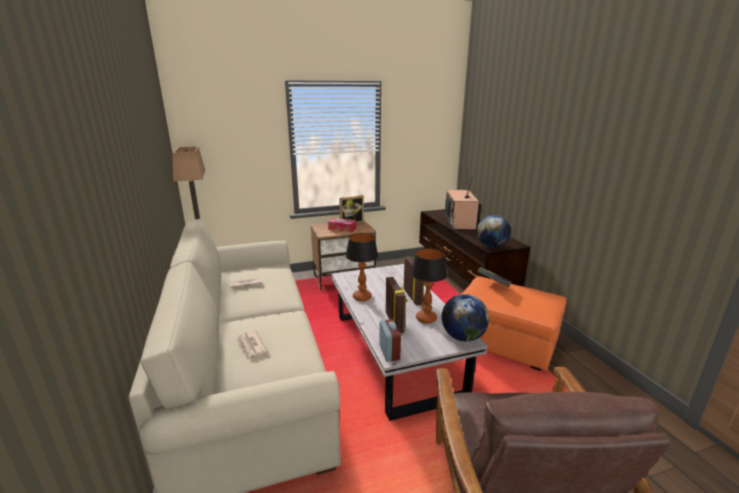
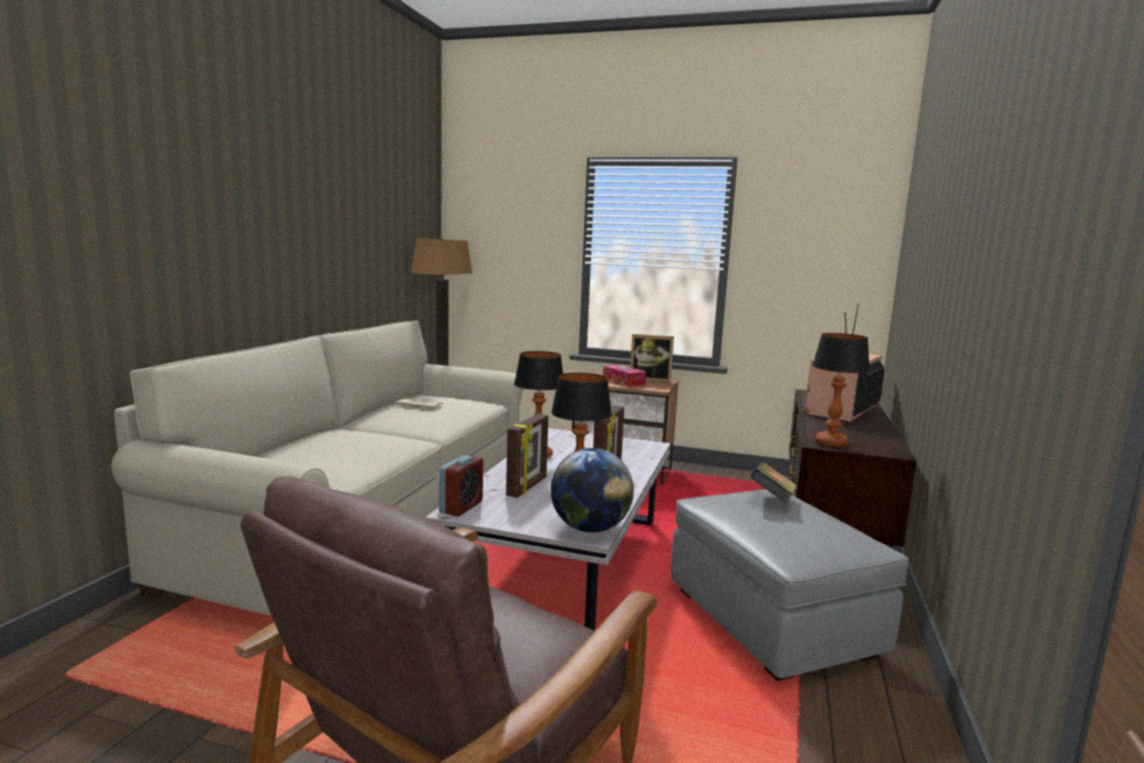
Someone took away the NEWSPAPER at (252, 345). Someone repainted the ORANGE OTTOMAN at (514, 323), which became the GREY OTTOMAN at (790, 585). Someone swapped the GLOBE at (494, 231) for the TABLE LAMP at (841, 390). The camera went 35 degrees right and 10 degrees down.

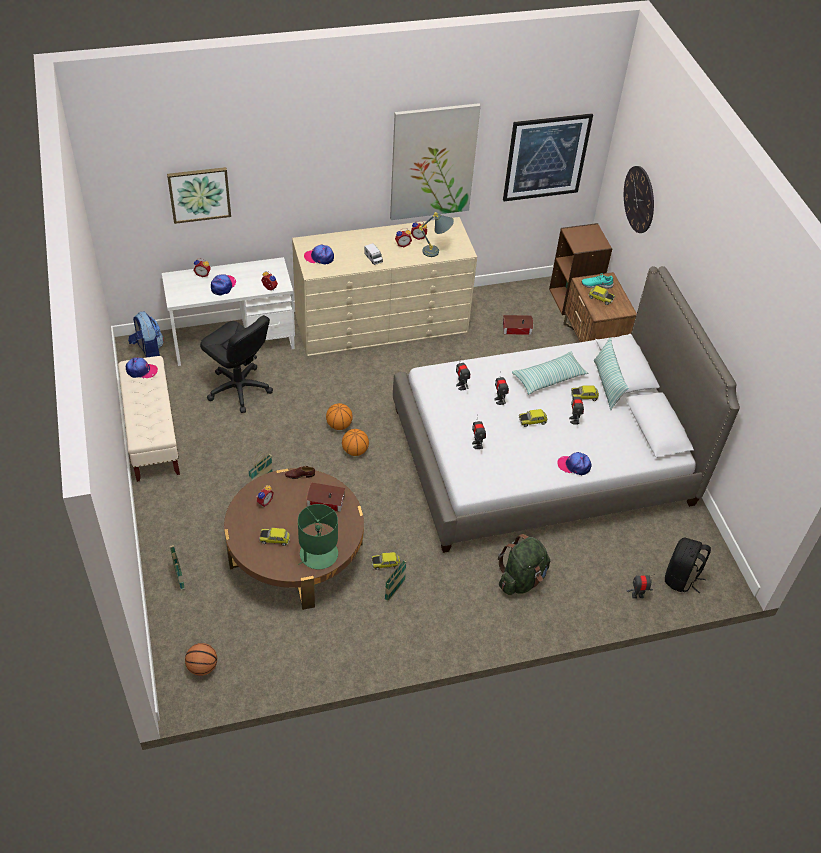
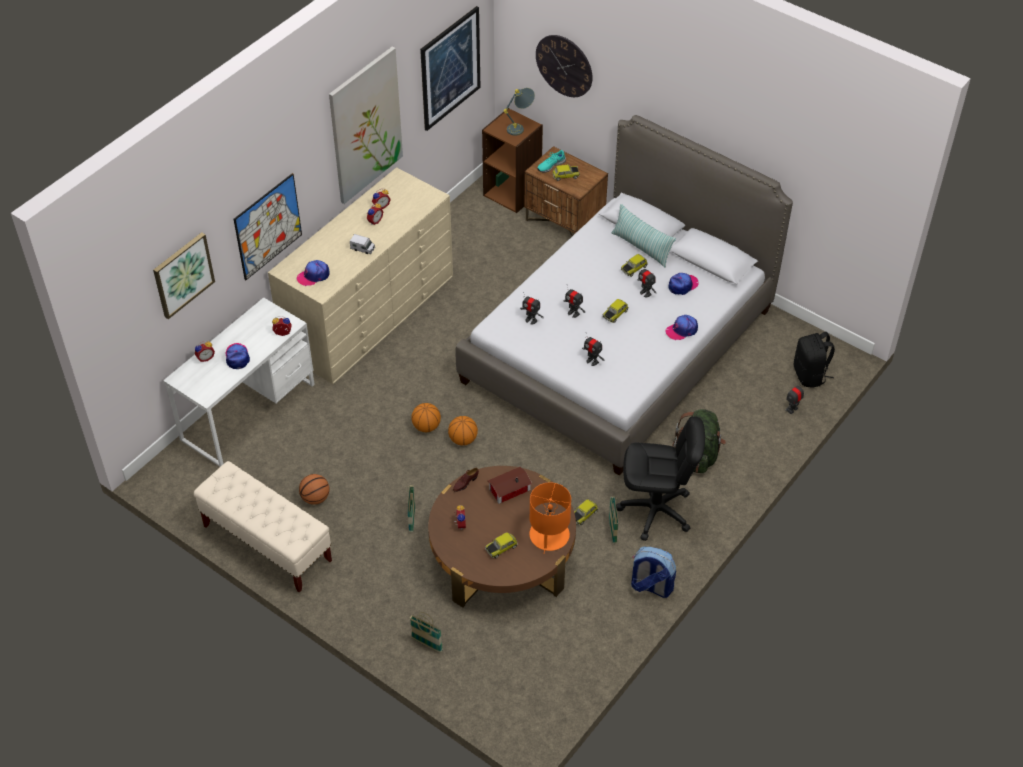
Someone carried the CAP from (142, 368) to (683, 284). Someone carried the BACKPACK from (146, 335) to (653, 572). Someone carried the BASKETBALL from (201, 659) to (314, 489). Someone carried the BLACK OFFICE CHAIR from (236, 364) to (660, 479). Someone repainted the GREEN TABLE LAMP at (318, 536), which became the ORANGE TABLE LAMP at (550, 517). Someone carried the GREY TABLE LAMP from (436, 234) to (519, 112). Someone took away the TOY HOUSE at (518, 325). Someone took away the PILLOW at (550, 372). Someone put up the PICTURE at (268, 226). The camera went 35 degrees left and 0 degrees up.

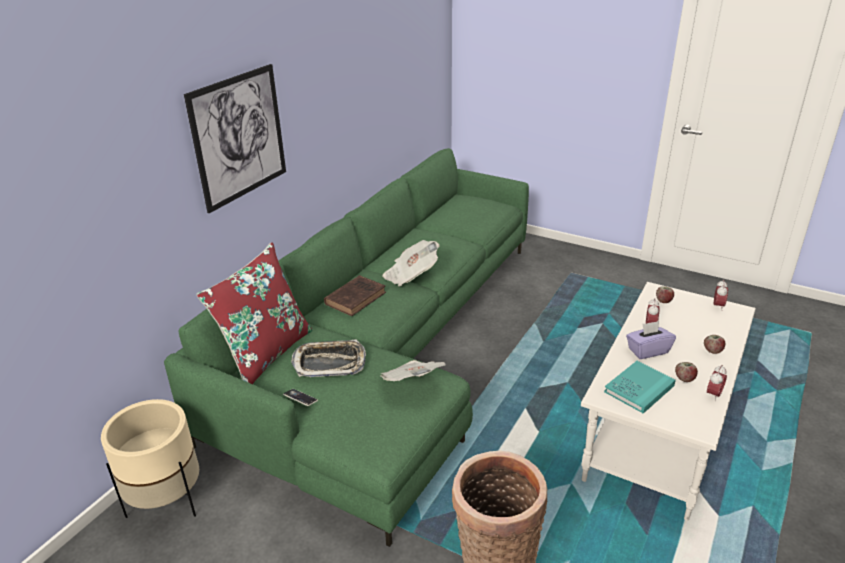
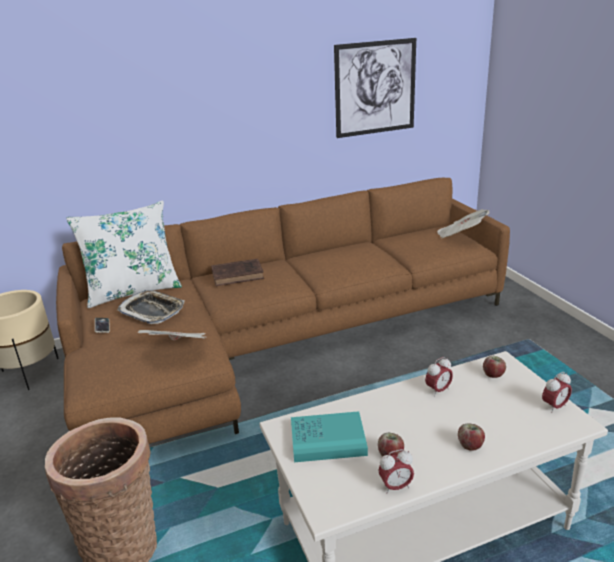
Someone repainted the GREEN SOFA at (346, 347), which became the BROWN SOFA at (283, 311). Someone carried the PICTURE from (235, 138) to (375, 88). Someone repainted the RED PILLOW at (254, 313), which became the WHITE PILLOW at (124, 254). Someone carried the NEWSPAPER from (411, 263) to (463, 224). Someone took away the PURPLE TISSUE BOX at (651, 340). The camera went 40 degrees right and 5 degrees down.

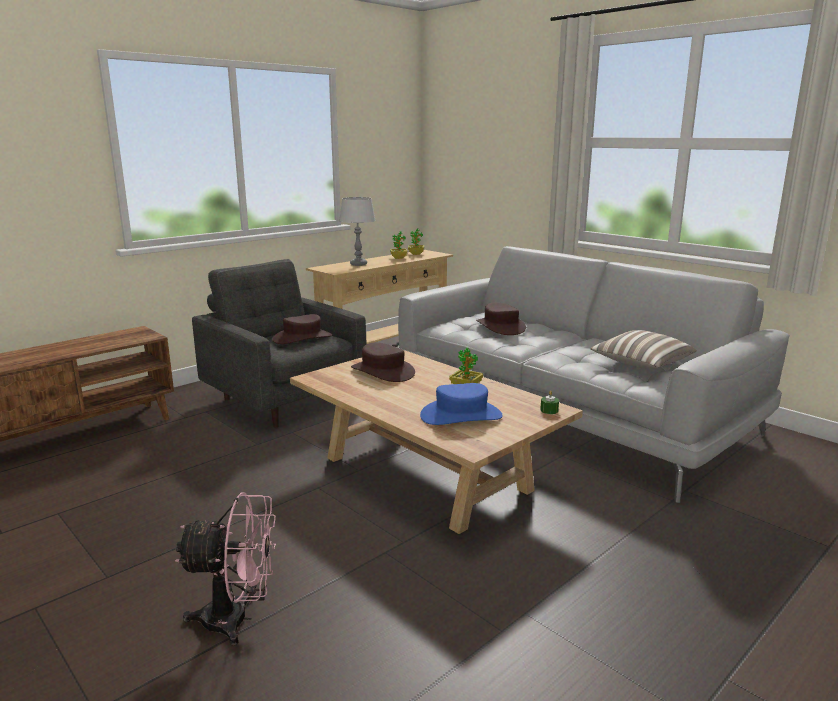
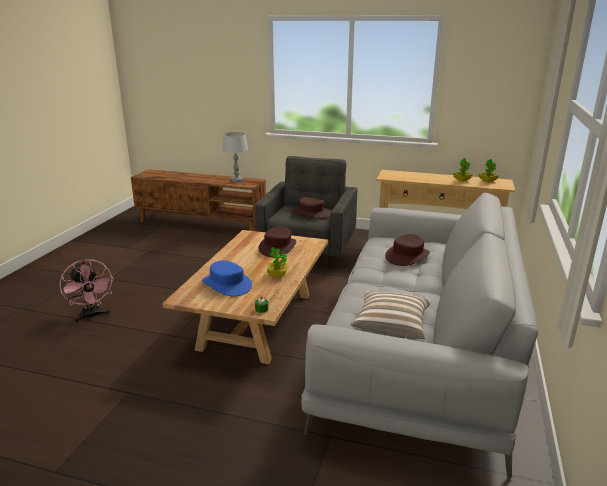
Someone carried the GREY TABLE LAMP from (357, 231) to (235, 157). The camera went 60 degrees right and 5 degrees up.

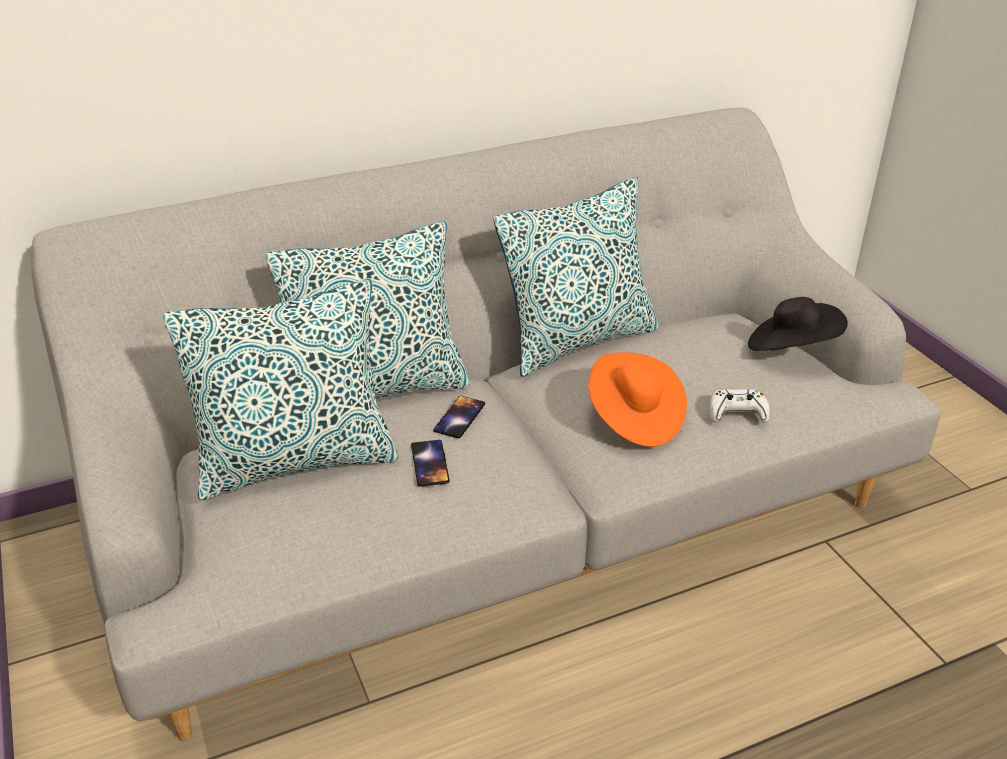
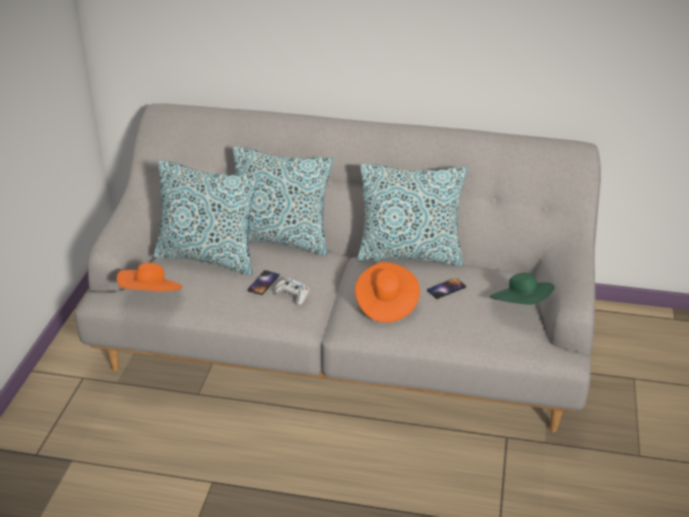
Someone carried the PHONE from (459, 417) to (446, 288). Someone carried the WHITE GAME CONTROLLER from (740, 406) to (291, 291). Someone repainted the BLACK HAT at (798, 324), which became the GREEN HAT at (522, 289). Someone put down the ORANGE HAT at (149, 277). The camera went 35 degrees right and 0 degrees up.

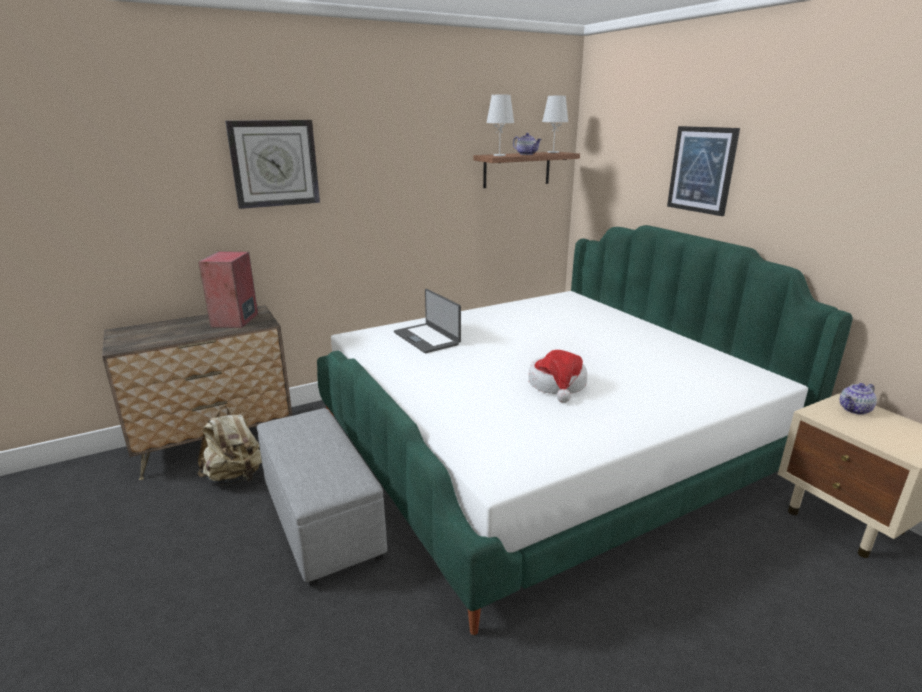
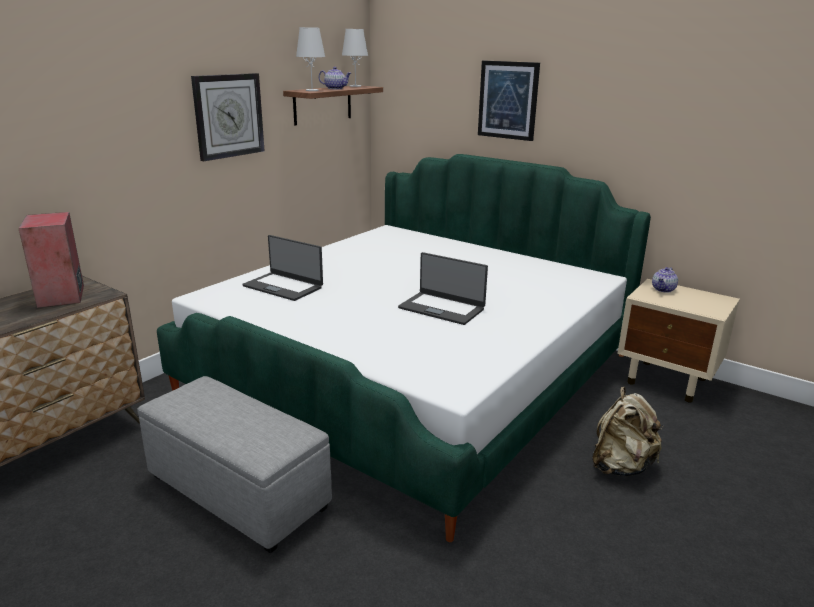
Someone carried the BEIGE BACKPACK from (229, 445) to (628, 431). Someone carried the WALL CLOCK from (272, 164) to (228, 117). Someone swapped the HAT at (558, 376) for the LAPTOP at (443, 288). The camera went 25 degrees left and 0 degrees up.

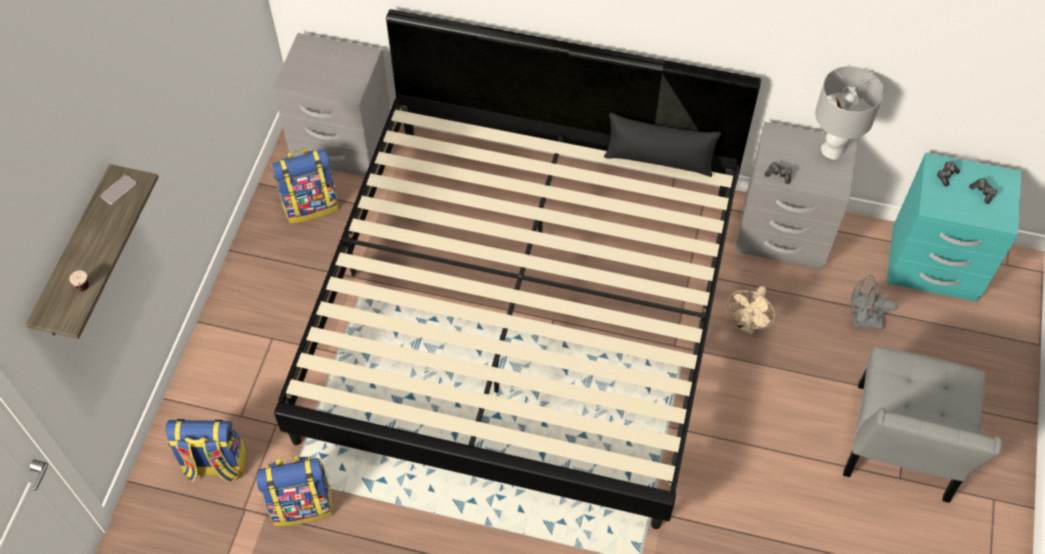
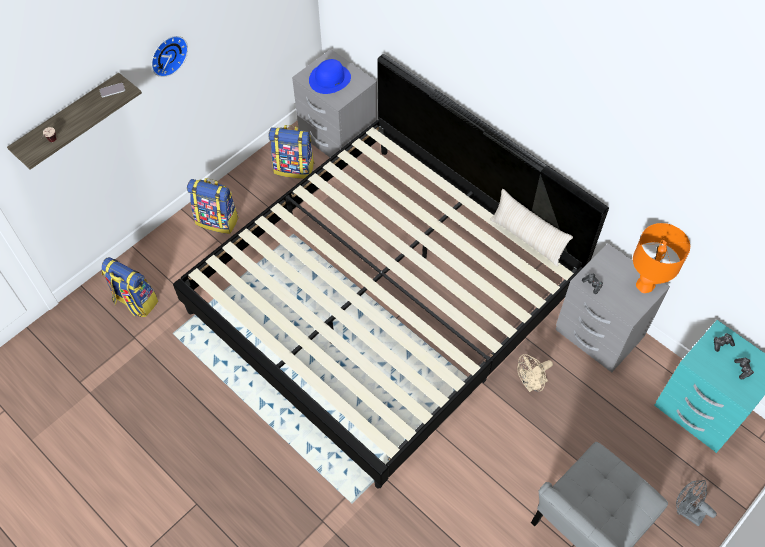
Someone carried the BACKPACK from (294, 491) to (213, 206). Someone repainted the BLACK PILLOW at (663, 145), which became the BEIGE PILLOW at (531, 228). Someone repainted the GREY TABLE LAMP at (849, 113), which became the ORANGE TABLE LAMP at (661, 258). Someone carried the GREY FAN from (874, 302) to (696, 503). Someone put up the WALL CLOCK at (169, 56). Someone put down the BLUE HAT at (330, 76). The camera went 30 degrees right and 0 degrees up.

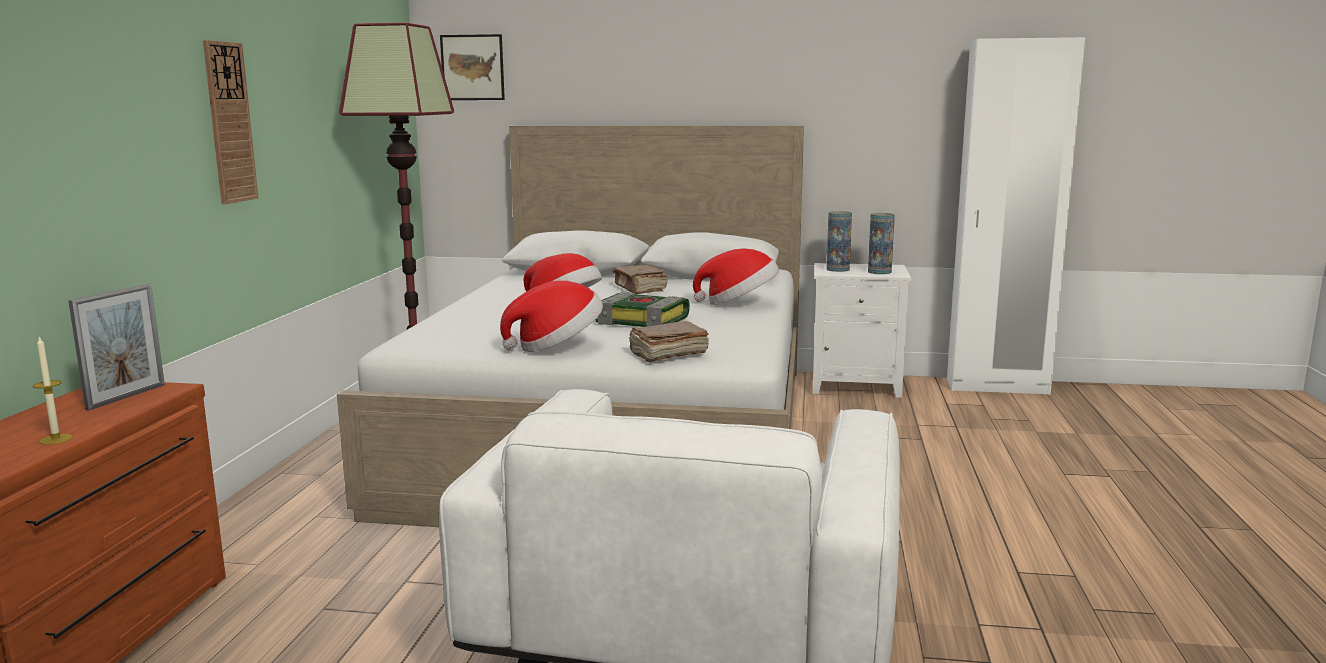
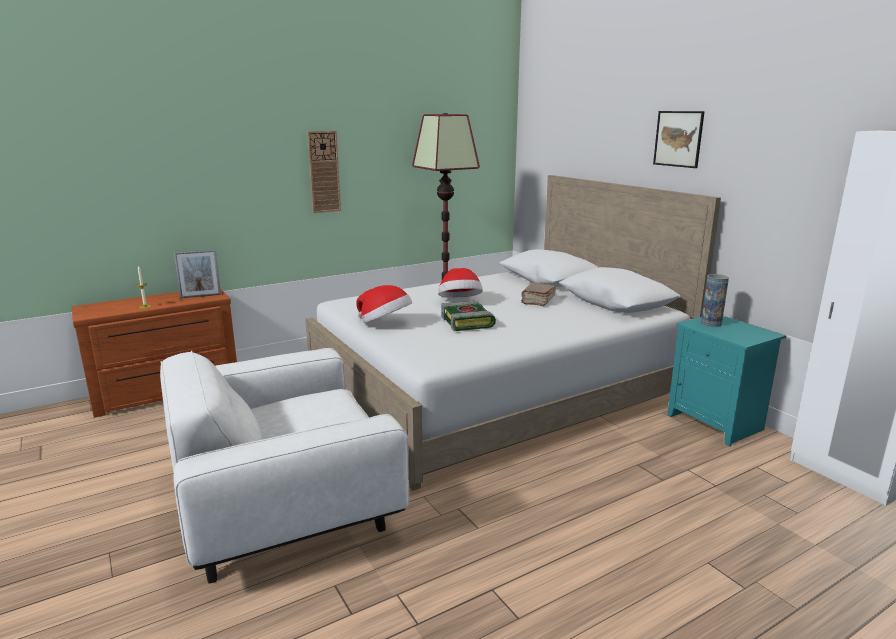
Someone carried the PICTURE from (472, 67) to (679, 139). Someone took away the BROWN BOOK at (668, 342). Someone took away the HAT at (736, 276). Someone repainted the WHITE NIGHTSTAND at (862, 330), which became the TURQUOISE NIGHTSTAND at (727, 381). Someone took away the VASE at (881, 243). The camera went 50 degrees right and 5 degrees up.

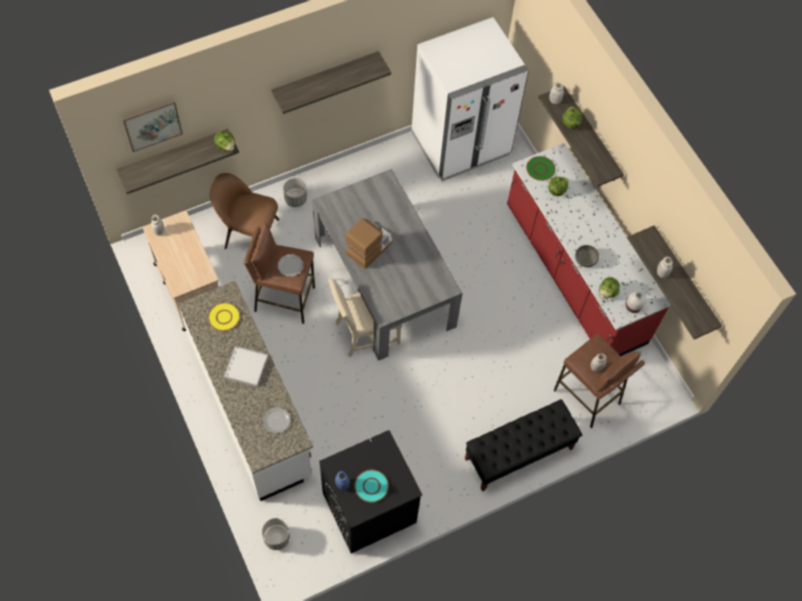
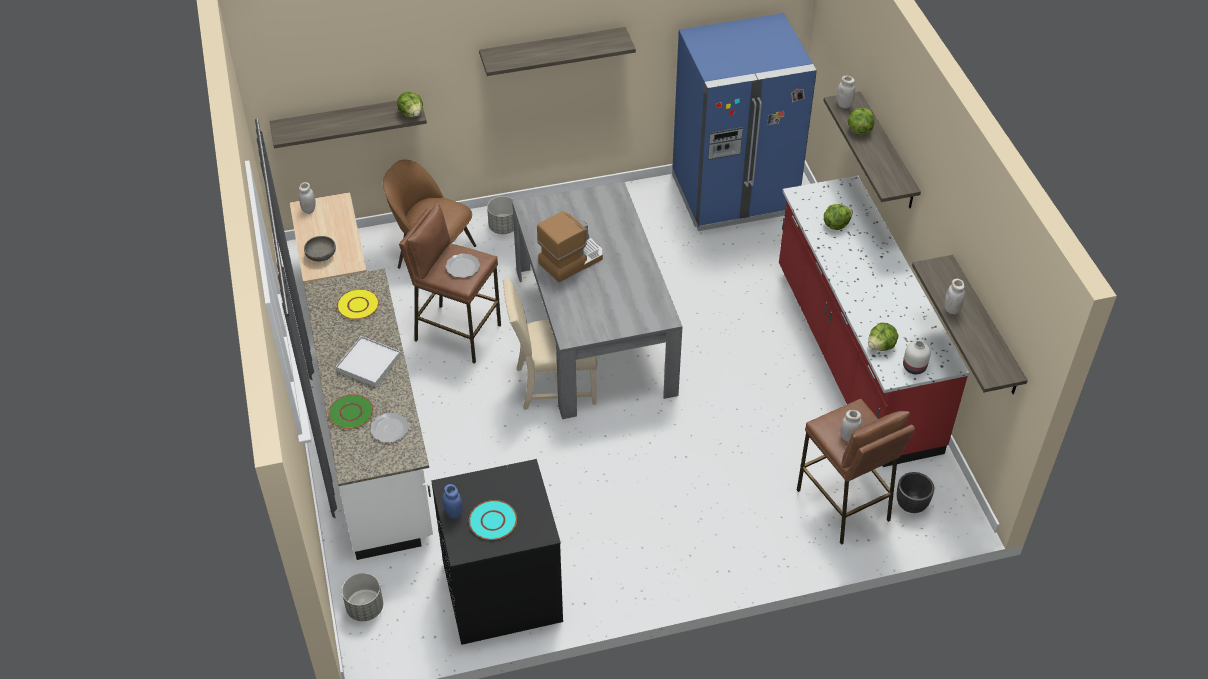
Someone took away the PICTURE at (152, 125). Someone repainted the WHITE FRIDGE at (470, 99), which became the BLUE FRIDGE at (744, 122). Someone took away the BLACK BENCH at (523, 445). Someone carried the GREEN PLATE from (540, 168) to (350, 411). Someone carried the GREY BOWL from (587, 256) to (320, 249). Someone put down the BLACK PLANTER at (915, 492). The camera went 15 degrees right and 15 degrees down.

